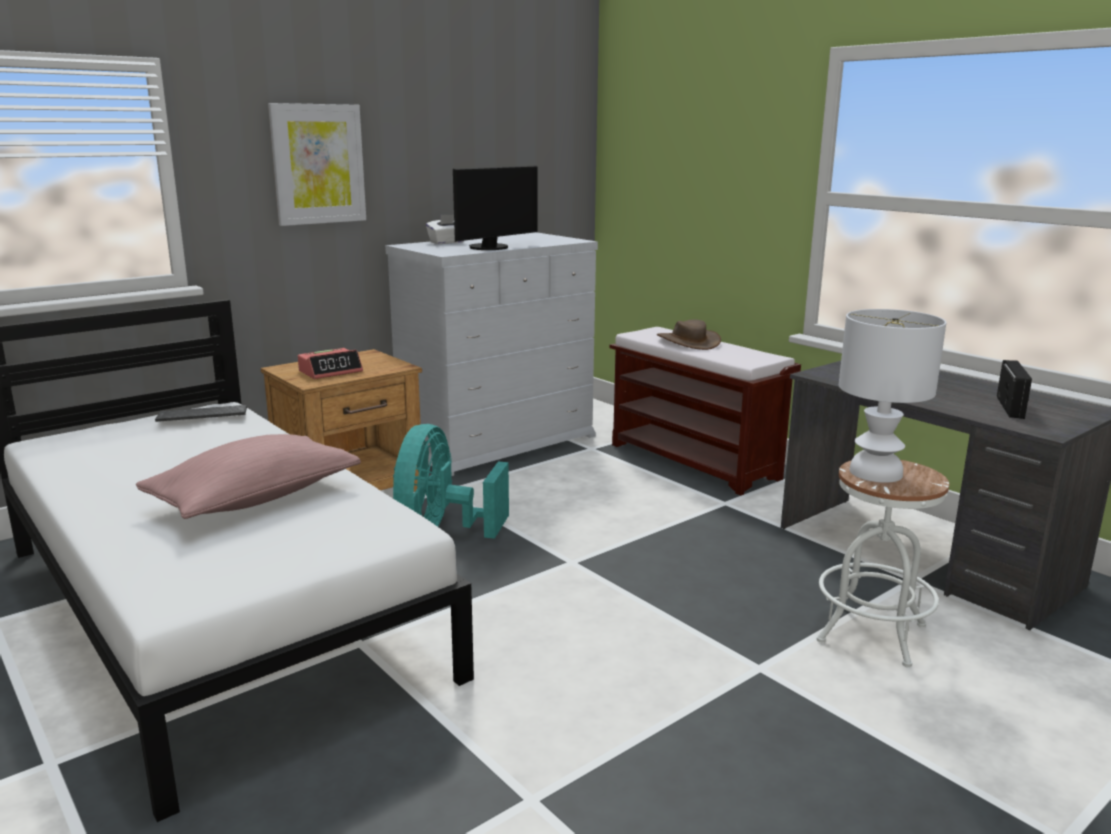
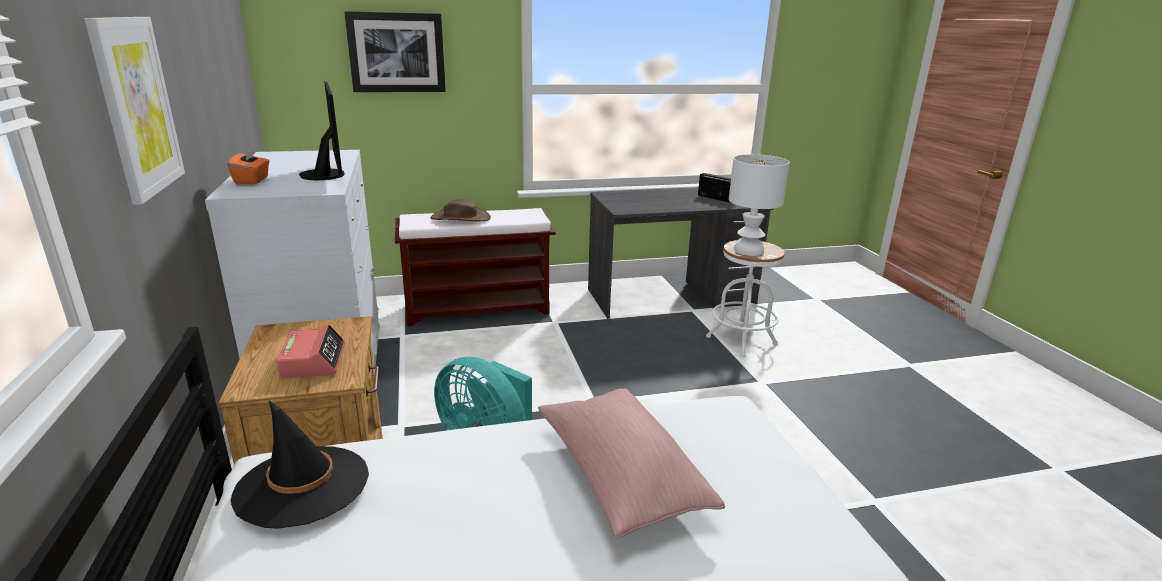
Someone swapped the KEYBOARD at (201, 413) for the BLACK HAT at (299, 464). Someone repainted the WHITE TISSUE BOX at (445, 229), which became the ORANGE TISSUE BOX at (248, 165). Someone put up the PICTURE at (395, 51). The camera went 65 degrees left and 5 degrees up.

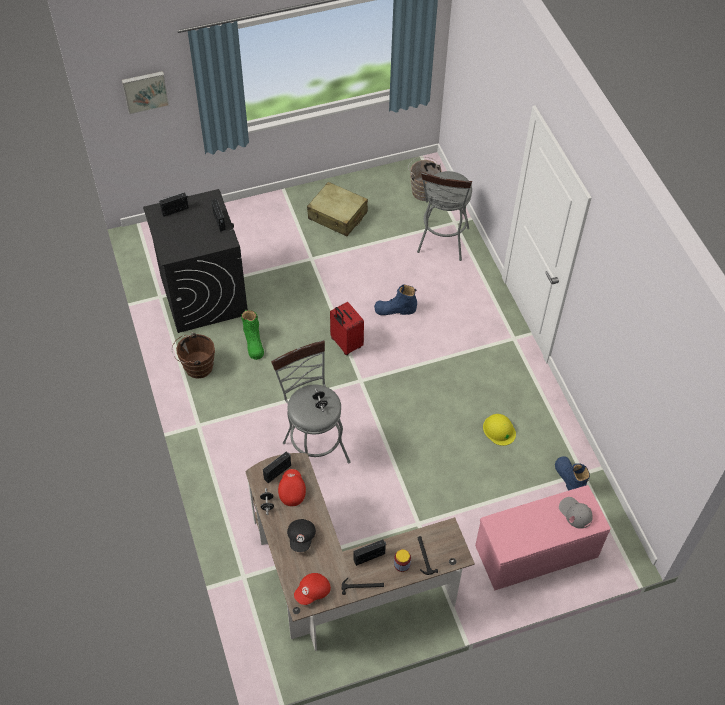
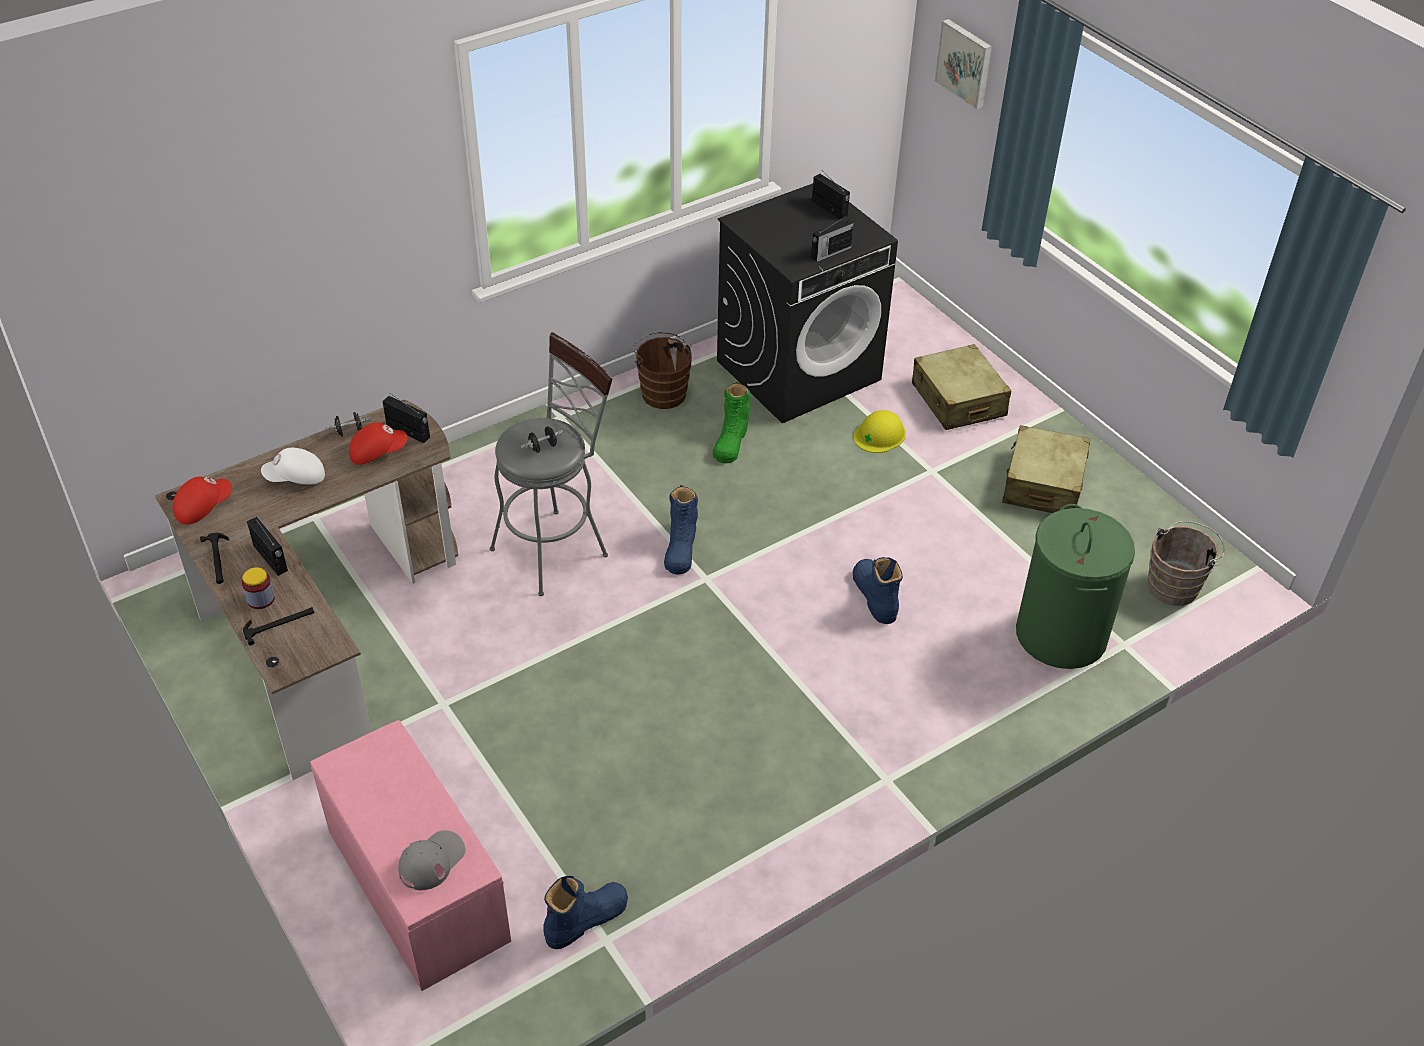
Someone rotated the GREEN BOOT at (252, 335) by 45 degrees counterclockwise. Someone repainted the BLACK CAP at (301, 535), which became the WHITE CAP at (293, 466). Someone rotated the RED CAP at (312, 589) by 105 degrees clockwise. Someone took away the RED SUITCASE at (347, 328). Someone swapped the GREY STOOL at (444, 216) for the GREEN LAUNDRY BASKET at (1075, 586). Someone carried the YELLOW HARD HAT from (499, 430) to (880, 431). Someone put down the BLUE BOOT at (681, 530). Someone put down the BEIGE SUITCASE at (961, 387). The camera went 75 degrees right and 10 degrees down.

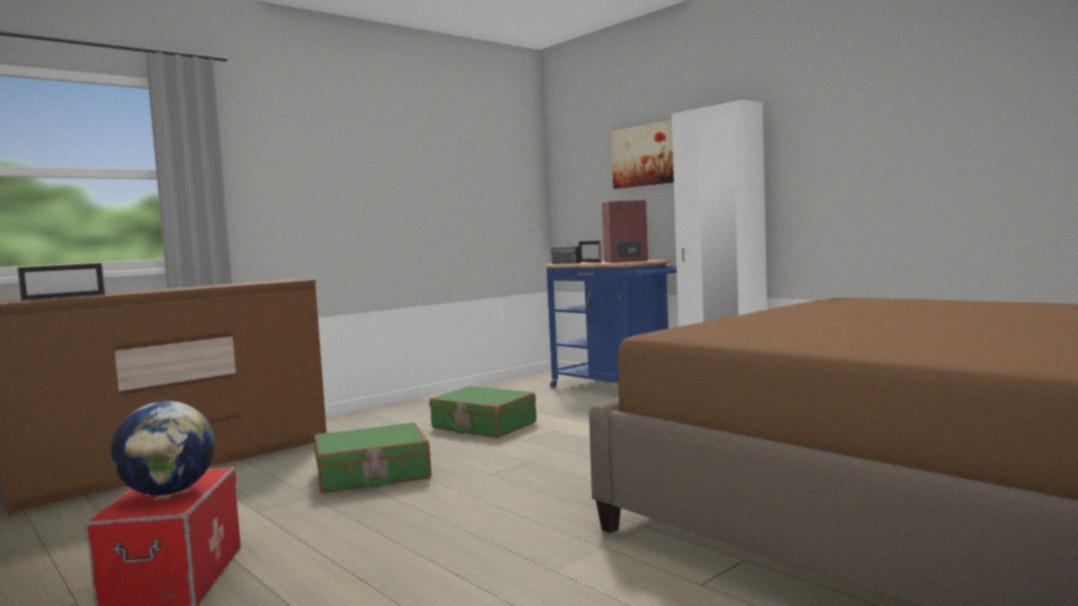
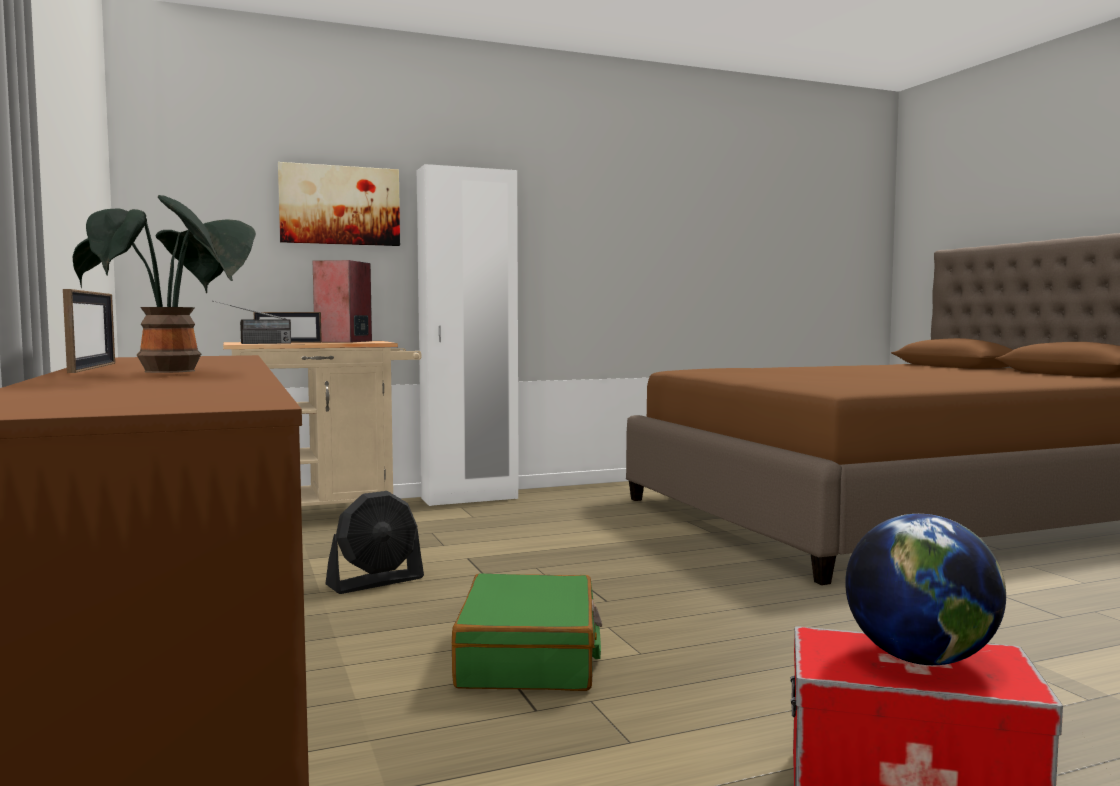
Someone carried the PICTURE FRAME from (61, 282) to (89, 331). Someone swapped the GREEN SUITCASE at (482, 412) for the BLACK FAN at (374, 542). Someone repainted the BLUE CART at (608, 324), which became the BEIGE CART at (322, 423). Someone put down the POTTED PLANT at (164, 284). The camera went 70 degrees left and 0 degrees up.

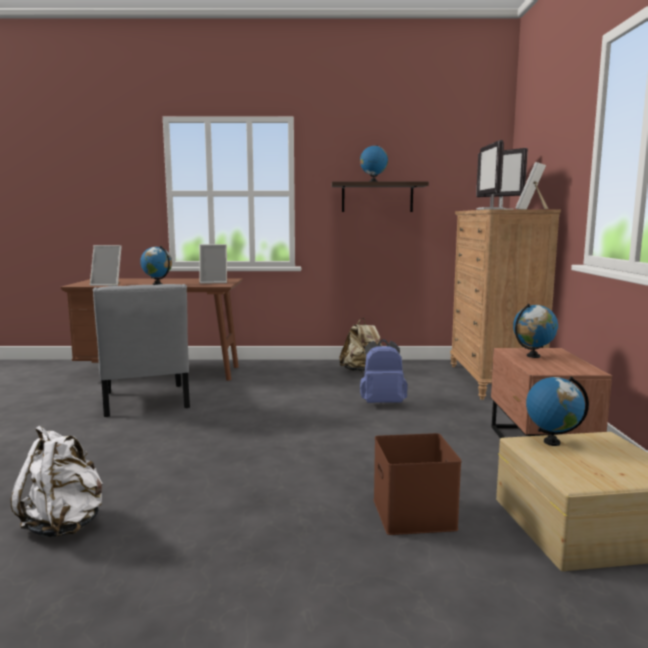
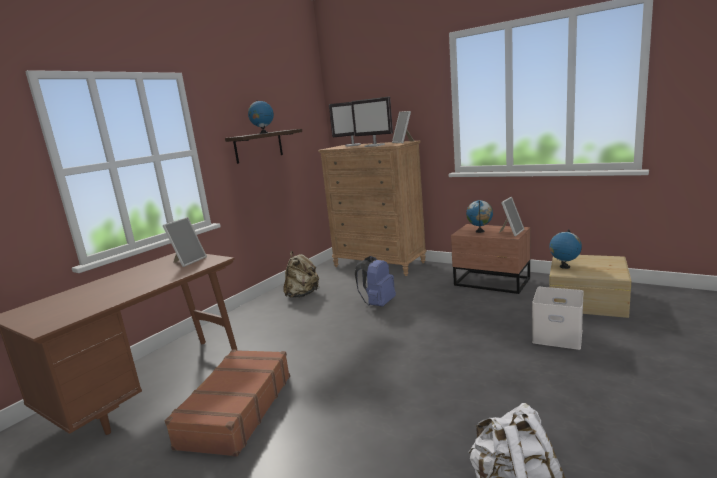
Someone carried the PICTURE FRAME from (106, 265) to (511, 216). Someone swapped the GREY CHAIR at (141, 350) for the BROWN SUITCASE at (227, 403). Someone took away the GLOBE at (156, 265). Someone repainted the BROWN STORAGE BOX at (417, 484), which became the WHITE STORAGE BOX at (558, 318). The camera went 55 degrees left and 5 degrees up.

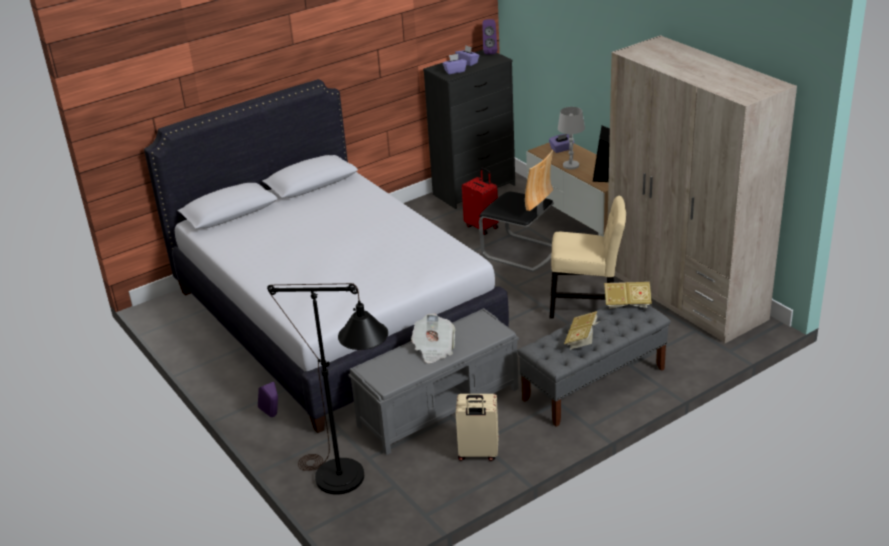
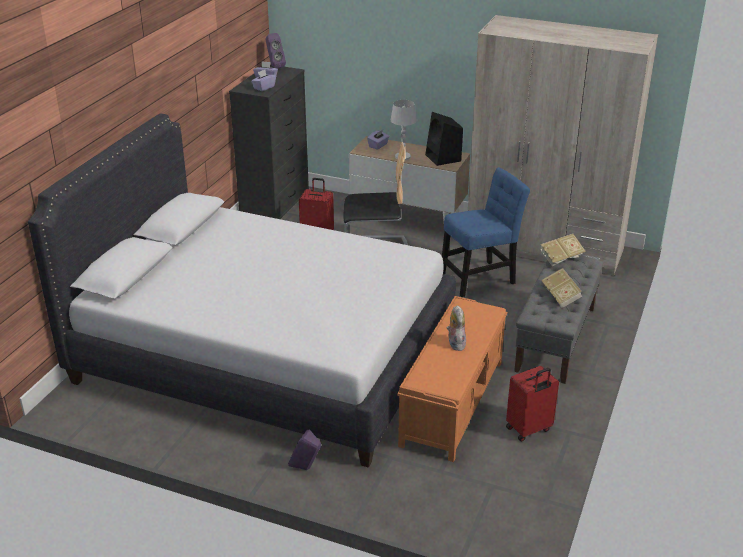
Someone took away the BLACK FLOOR LAMP at (327, 389). Someone repainted the GREY BENCH at (433, 381), which became the ORANGE BENCH at (452, 379). Someone swapped the NEWSPAPER at (433, 338) for the PLUSH TOY at (456, 328). Someone repainted the BEIGE SUITCASE at (477, 427), which became the RED SUITCASE at (532, 404). Someone repainted the BEIGE CHAIR at (588, 257), which became the BLUE CHAIR at (486, 232). The camera went 35 degrees left and 0 degrees up.

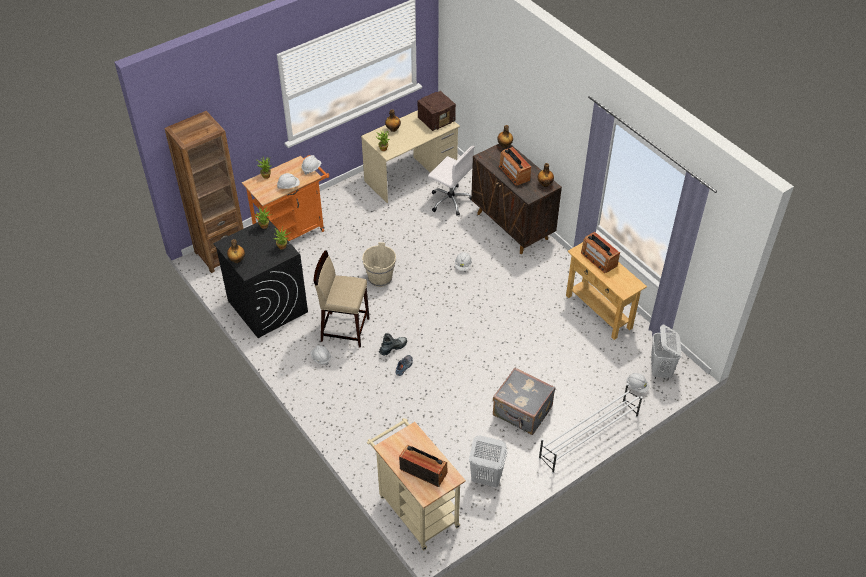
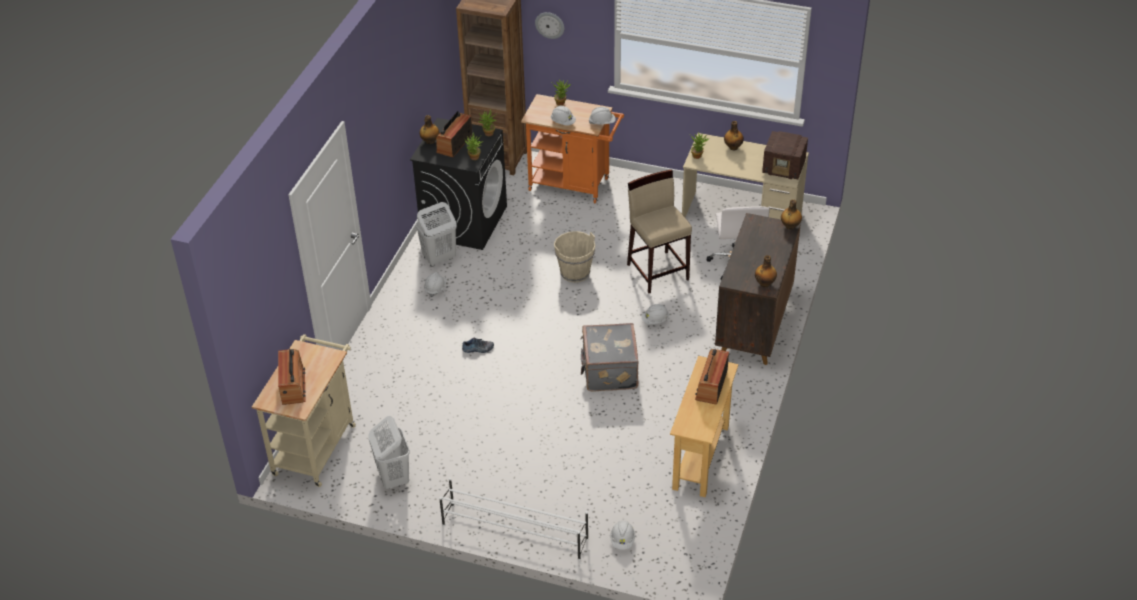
Someone carried the BEIGE STOOL from (342, 299) to (659, 231). Someone took away the BOOT at (393, 344). Someone carried the GREY SUITCASE from (524, 401) to (610, 357). Someone carried the RADIO from (515, 166) to (454, 134). Someone carried the WHITE LAUNDRY BASKET from (666, 352) to (436, 234). Someone put up the WALL CLOCK at (549, 25). The camera went 55 degrees right and 5 degrees down.

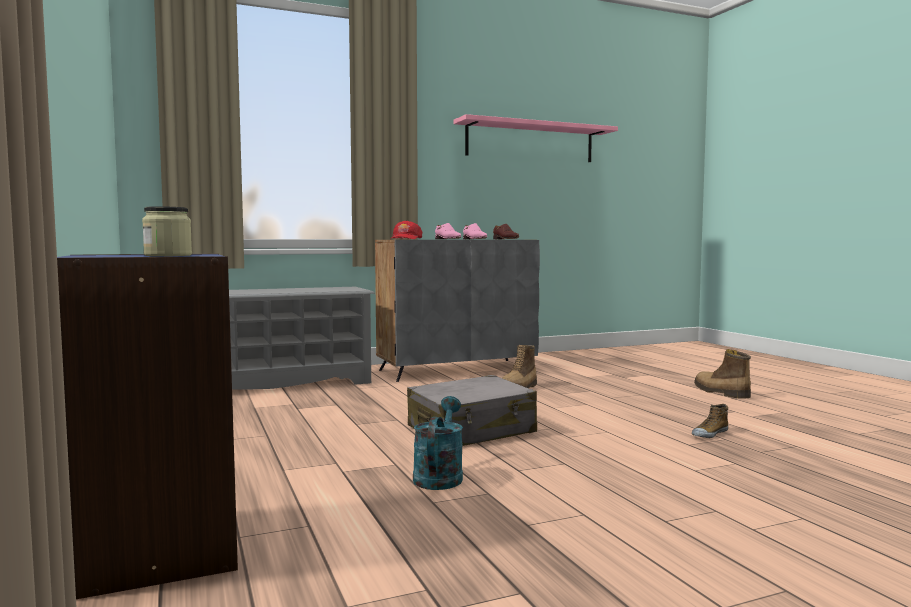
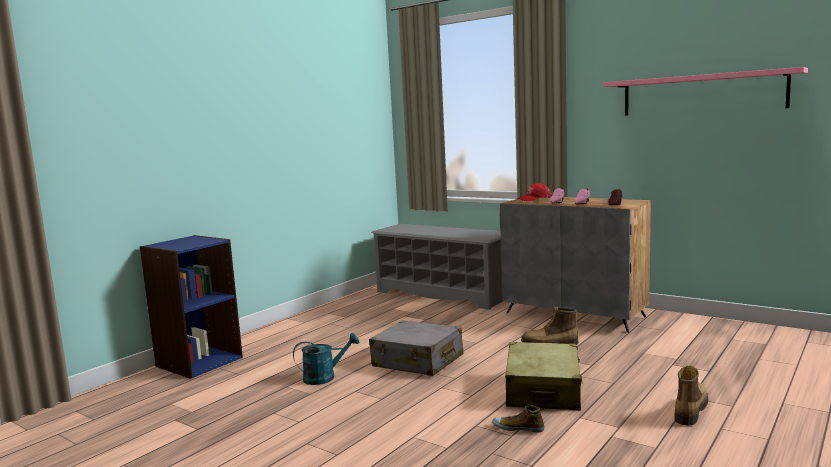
Someone took away the JAR at (167, 231). Someone put down the BEIGE SUITCASE at (544, 376). The camera went 60 degrees right and 5 degrees up.

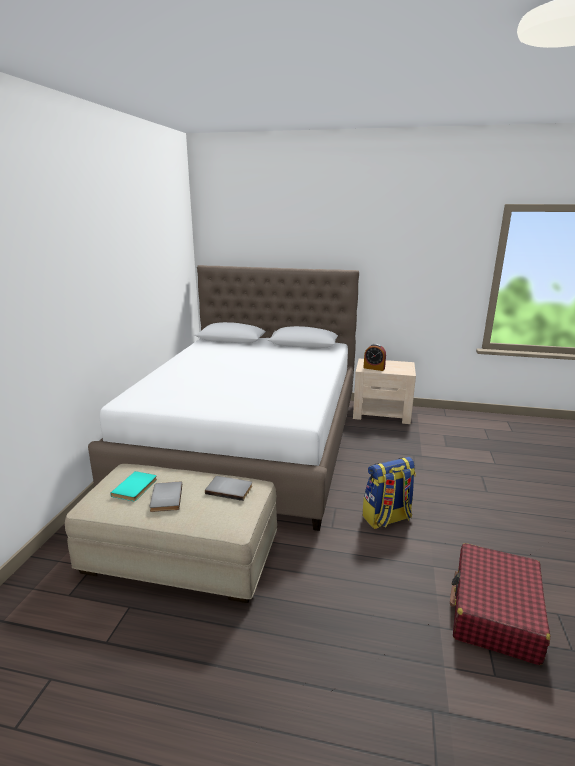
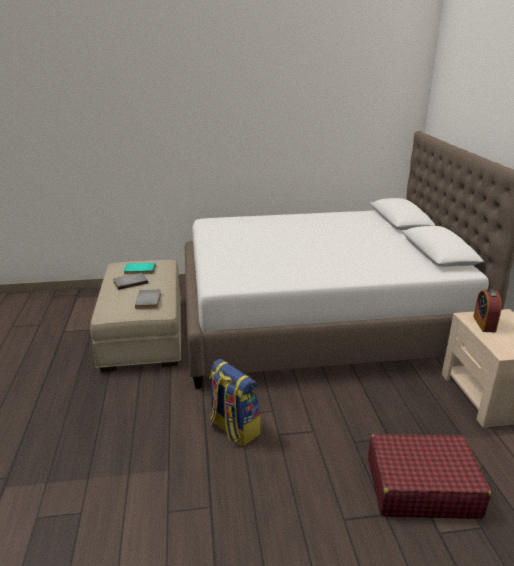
Someone carried the RED SUITCASE from (500, 604) to (429, 476). The camera went 70 degrees right and 5 degrees up.

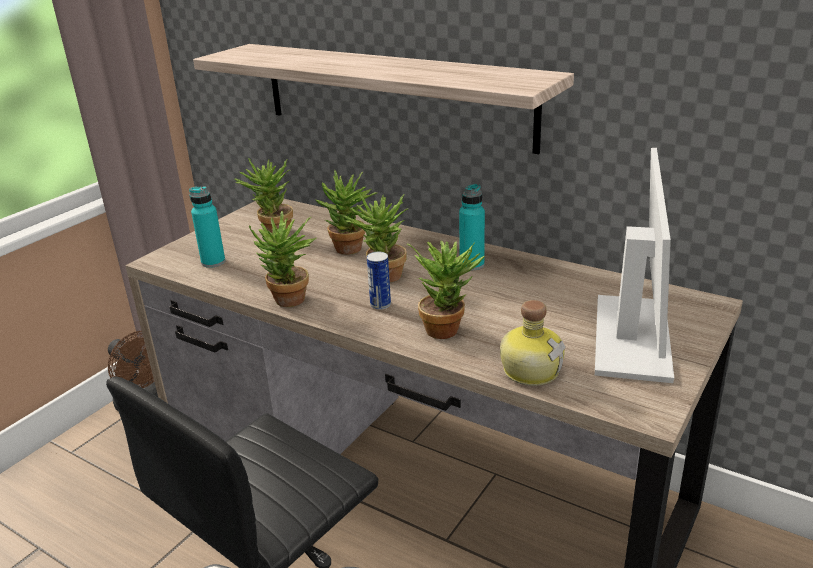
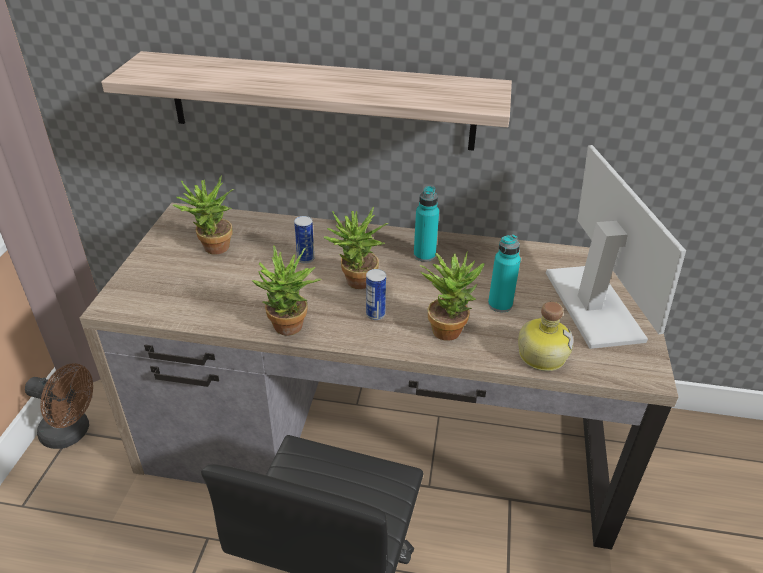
Someone carried the TURQUOISE BOTTLE from (207, 227) to (504, 273). Someone swapped the POTTED PLANT at (347, 212) for the CAN at (304, 240). The camera went 25 degrees left and 10 degrees up.

